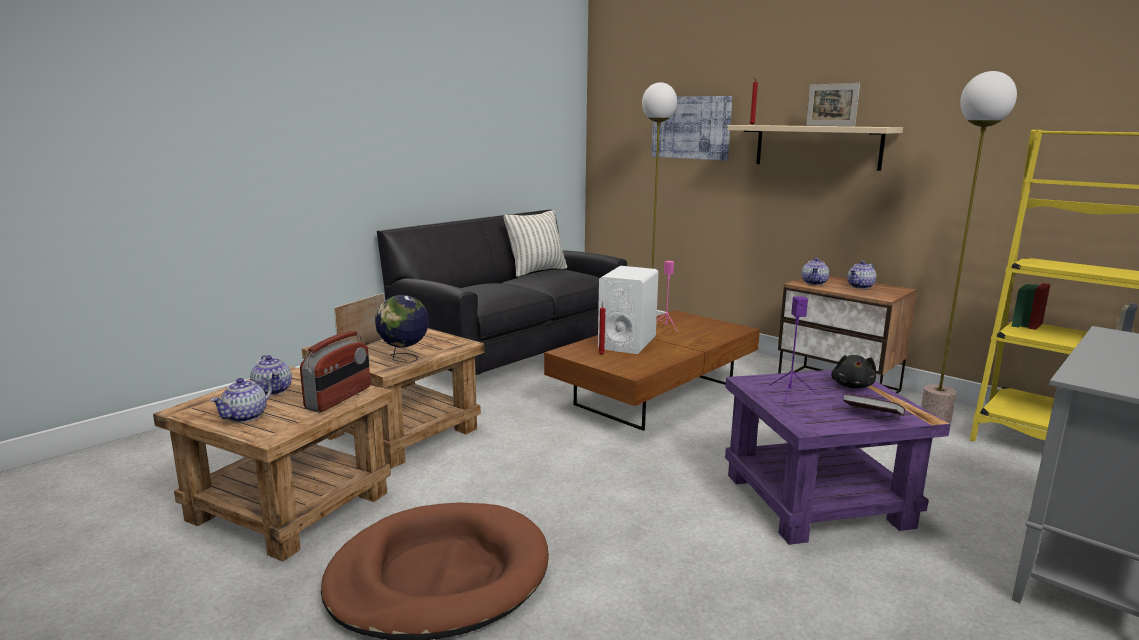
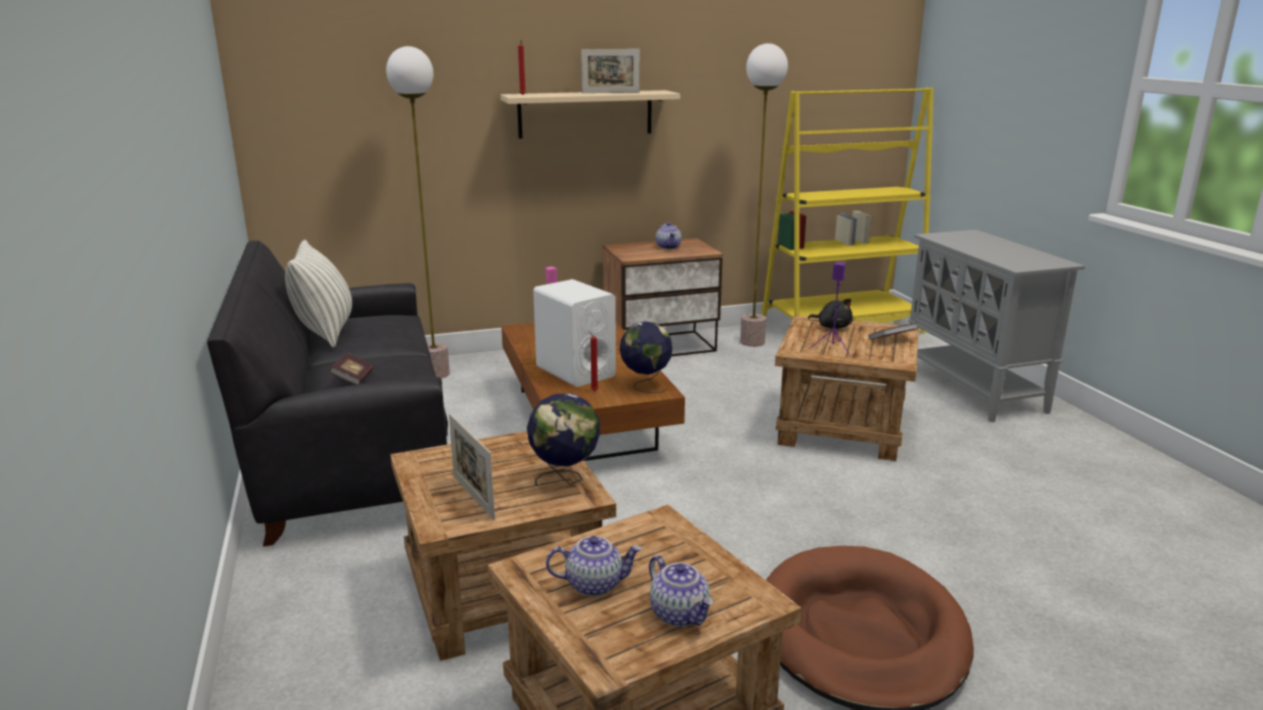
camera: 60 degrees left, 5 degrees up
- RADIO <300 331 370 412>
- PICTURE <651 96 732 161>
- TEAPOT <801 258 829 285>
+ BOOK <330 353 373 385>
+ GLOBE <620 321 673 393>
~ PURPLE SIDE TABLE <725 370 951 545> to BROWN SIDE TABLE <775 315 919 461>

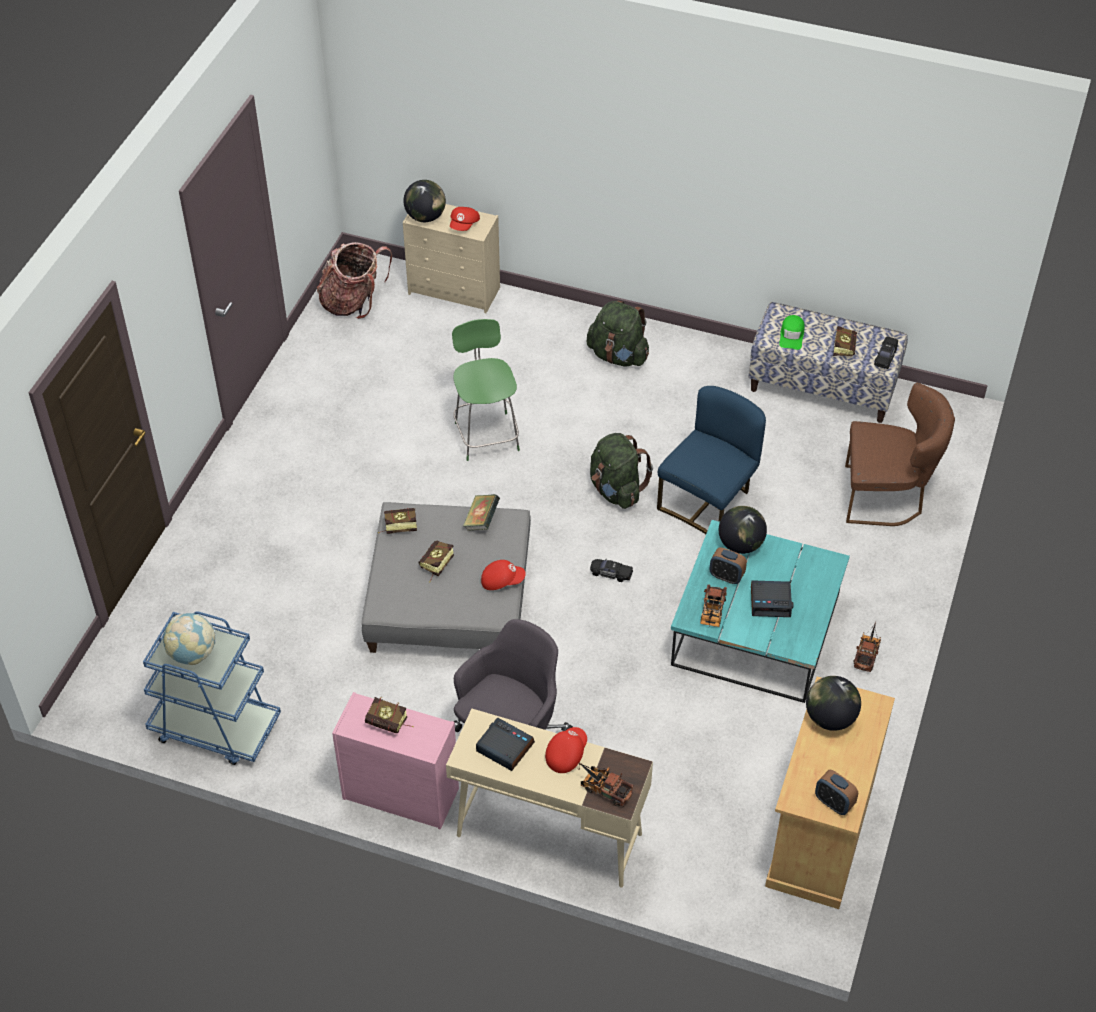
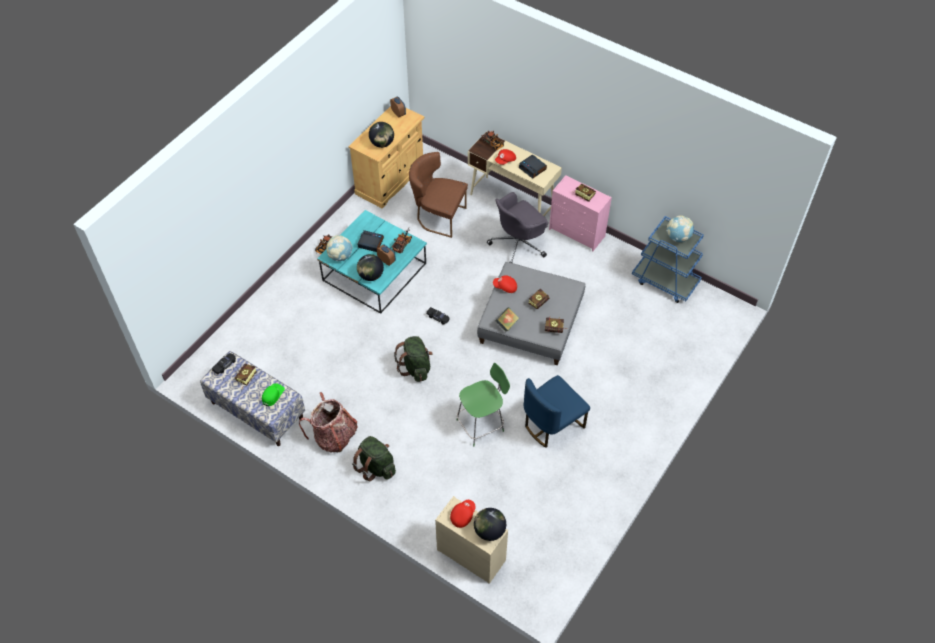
camera: 165 degrees left, 5 degrees up
+ GLOBE <326 235 352 261>
~ BACKPACK <317 242 392 319> to <299 392 357 452>
~ BLUE CHAIR <657 386 766 534> to <524 375 590 448>
~ BROWN CHAIR <845 383 955 526> to <409 152 468 238>
~ GREEN CHAIR <452 319 520 461> = <457 363 510 446> 120 degrees counterclockwise

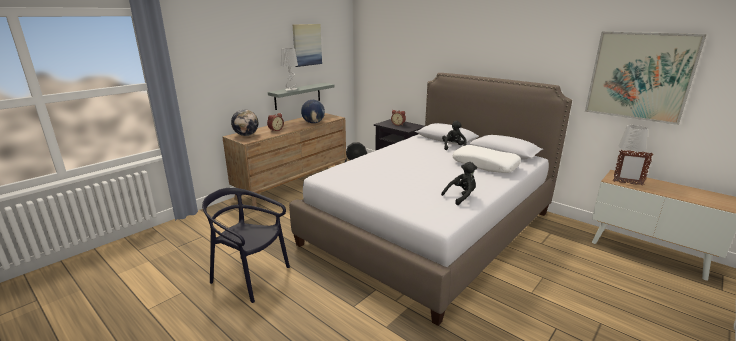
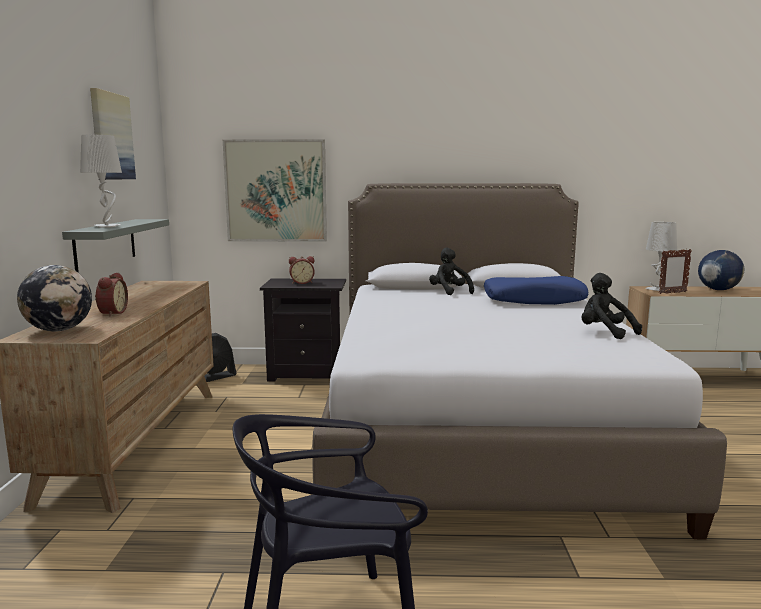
camera: 40 degrees left, 10 degrees down
~ GLOBE <301 100 325 123> to <698 250 744 290>
~ PICTURE <585 31 707 125> to <223 140 327 241>
~ WHITE PILLOW <453 145 521 173> to BLUE PILLOW <484 276 588 305>
~ BLACK PLUSH TOY <441 162 477 205> = <581 273 642 339> 60 degrees counterclockwise

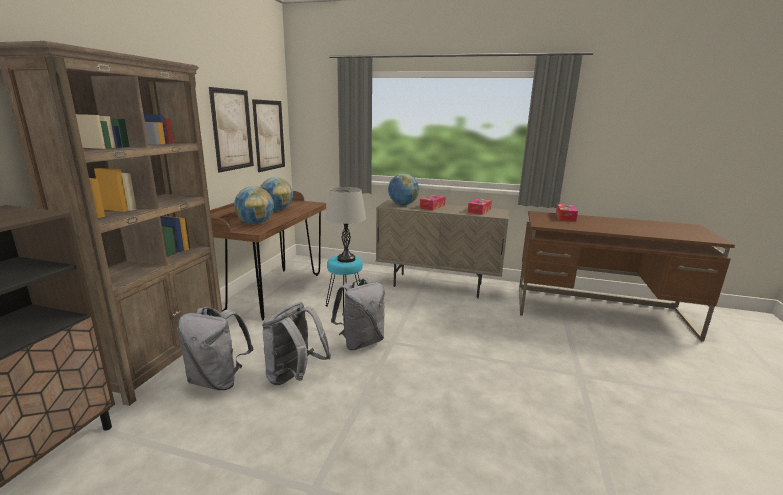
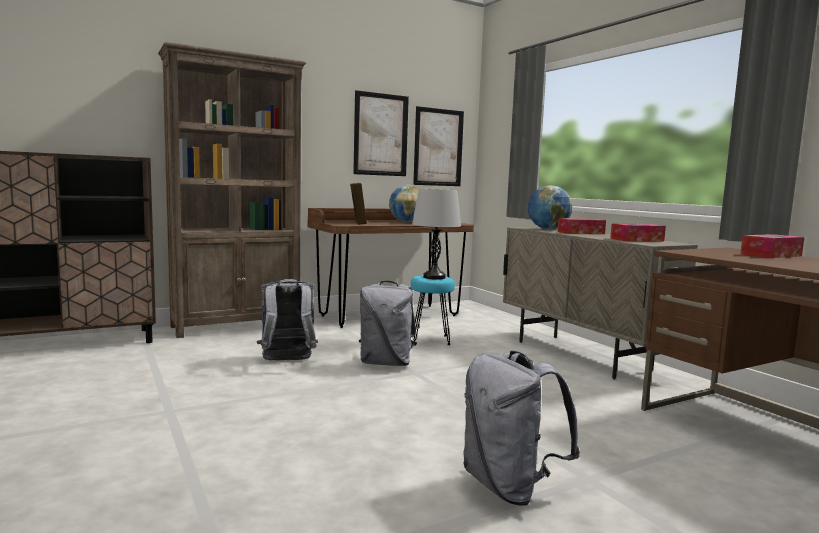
camera: 45 degrees right, 10 degrees down
~ GREY BACKPACK <177 307 254 390> to <463 351 580 506>
~ GLOBE <234 186 274 224> to PICTURE FRAME <350 183 367 225>

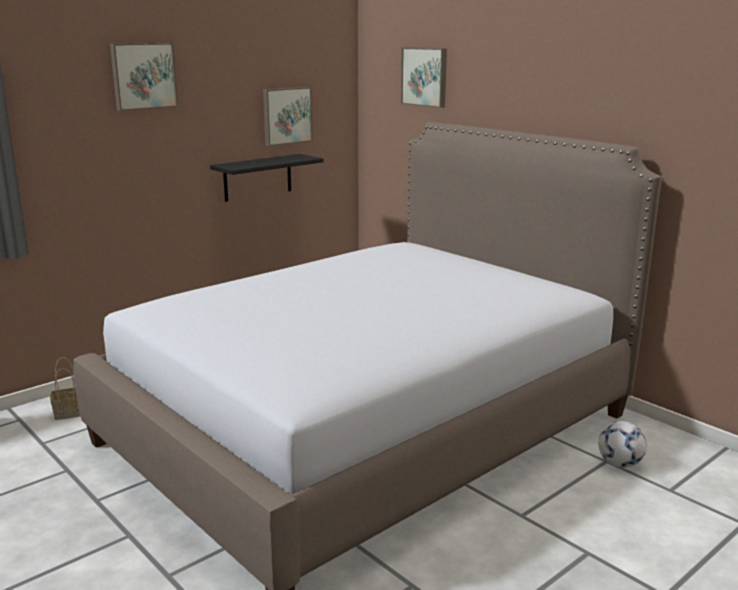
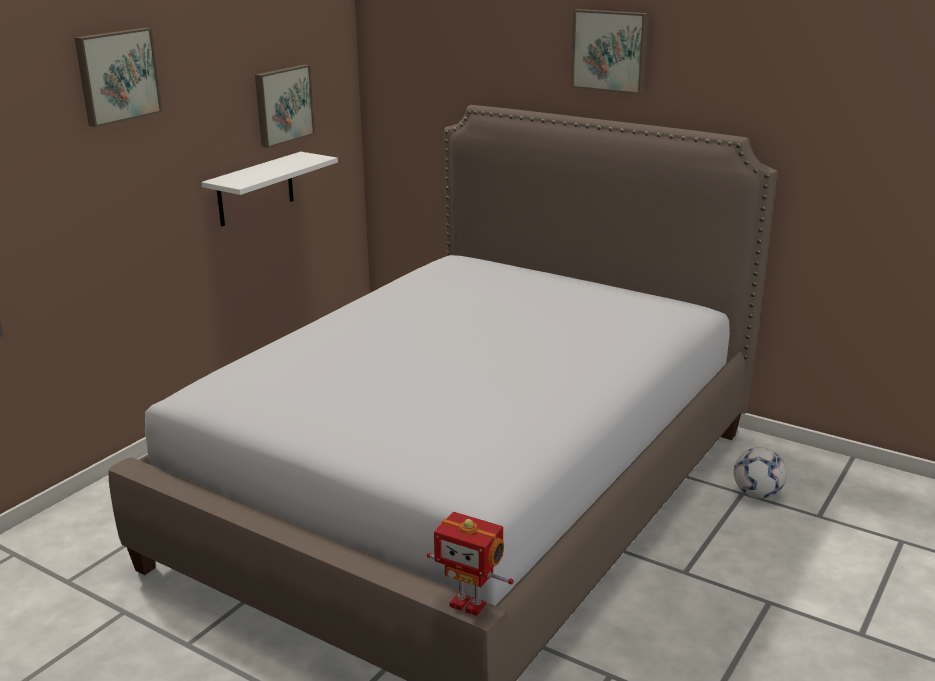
camera: 15 degrees left, 5 degrees up
- BASKET <50 357 80 420>
+ TOY ROBOT <427 512 514 616>
~ PICTURE <401 47 447 108> to <571 9 648 94>
~ BLACK SHELF <210 154 324 202> to WHITE SHELF <201 152 338 226>

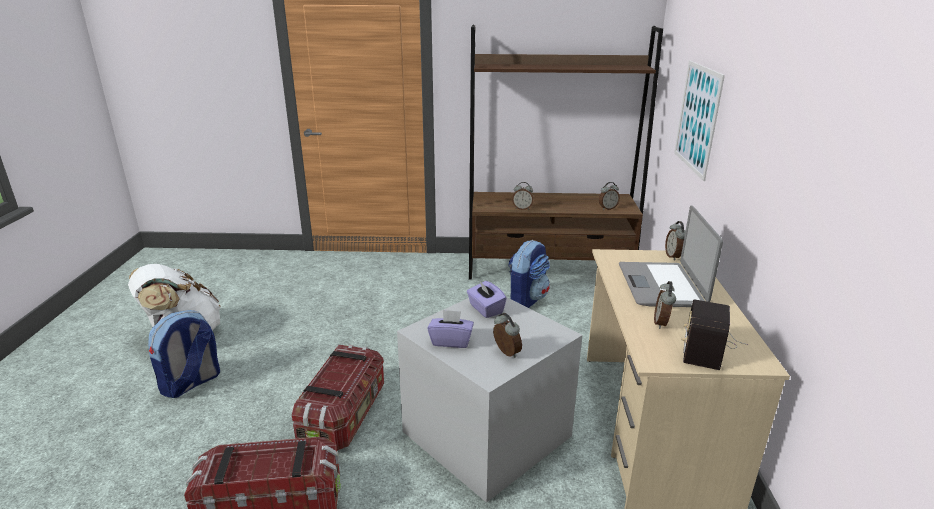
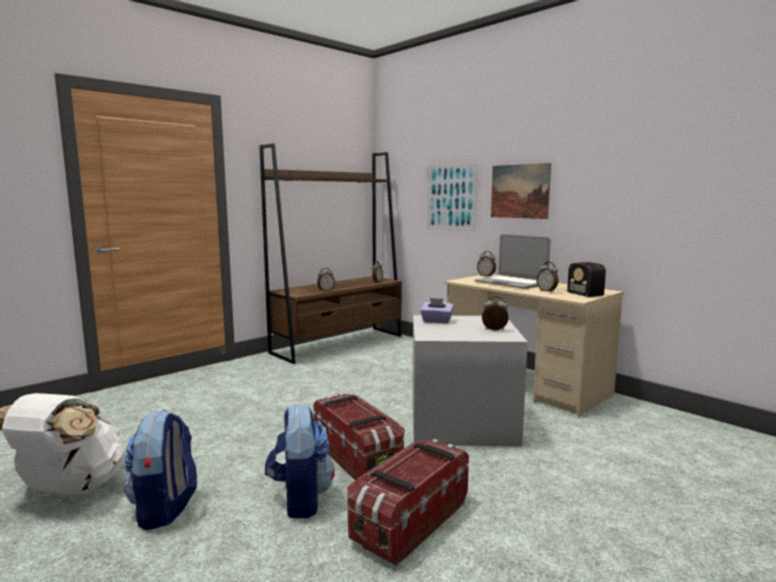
camera: 45 degrees left, 15 degrees down
- PURPLE TISSUE BOX <427 310 474 348>
+ PICTURE <491 163 551 219>
~ BACKPACK <508 240 550 308> to <265 404 335 518>

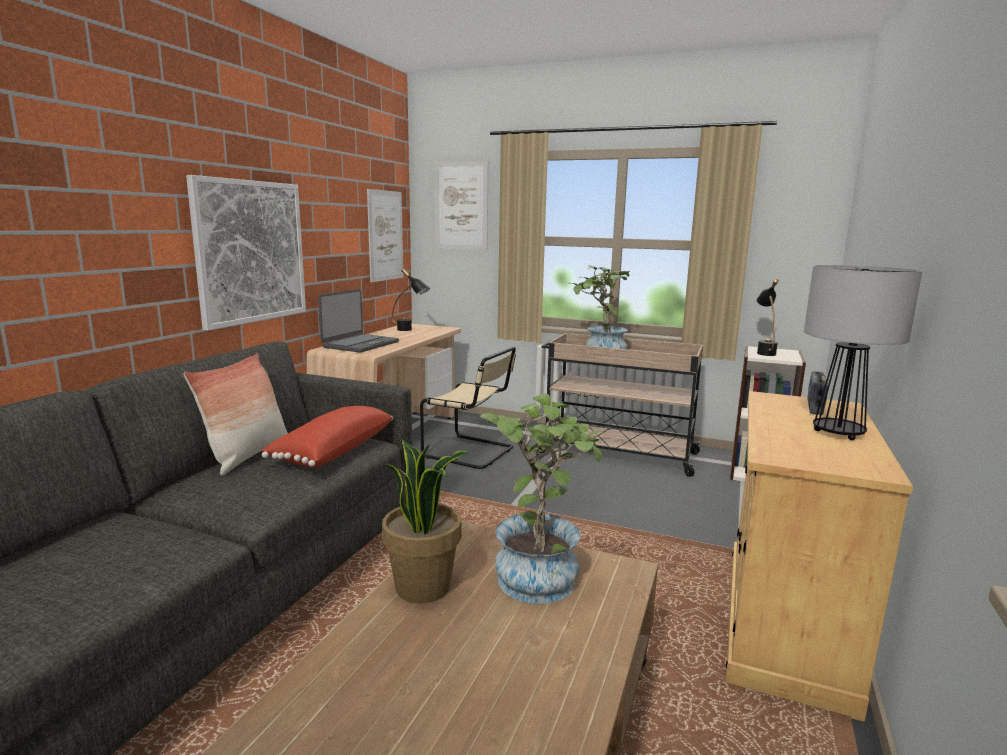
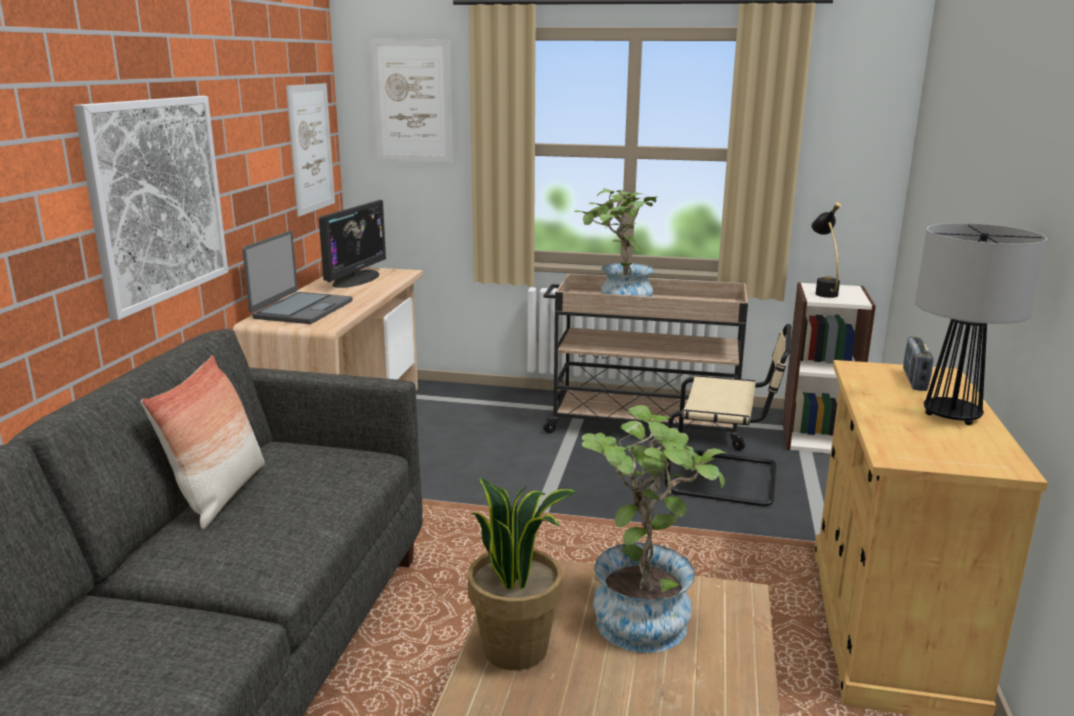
camera: 10 degrees left, 5 degrees up
- RED PILLOW <261 406 393 468>
~ BEIGE CHAIR <420 347 516 469> to <665 324 792 506>
~ BLACK TABLE LAMP <392 268 430 331> to MONITOR <319 200 386 288>

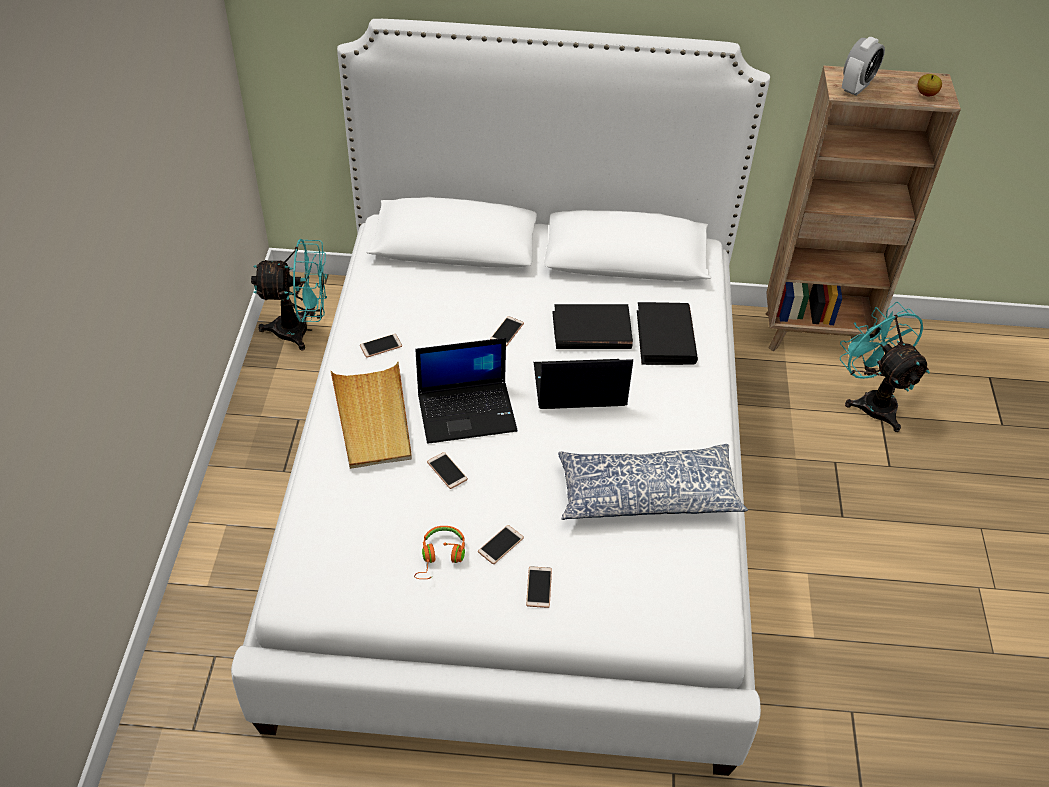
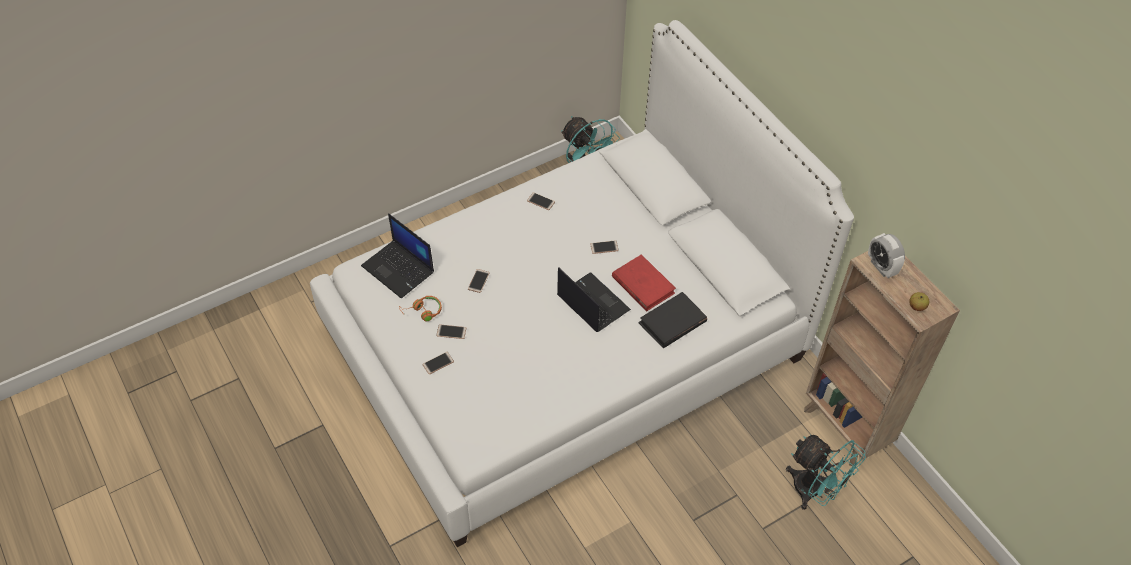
camera: 55 degrees right, 5 degrees up
- BEIGE TRAY <331 362 412 469>
- PILLOW <558 444 748 520>
~ LAPTOP <415 338 517 444> to <361 213 434 298>
~ BLACK BOOK <552 304 633 349> to RED BOOK <612 254 676 311>
~ TURQUOISE FAN <840 302 930 432> = <786 435 866 510> 105 degrees clockwise
~ ALARM CLOCK <842 37 885 96> = <868 233 905 278> 60 degrees clockwise

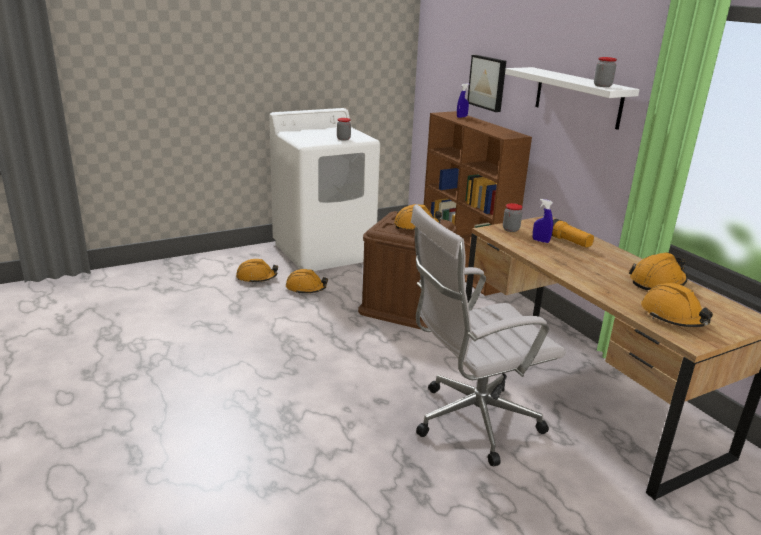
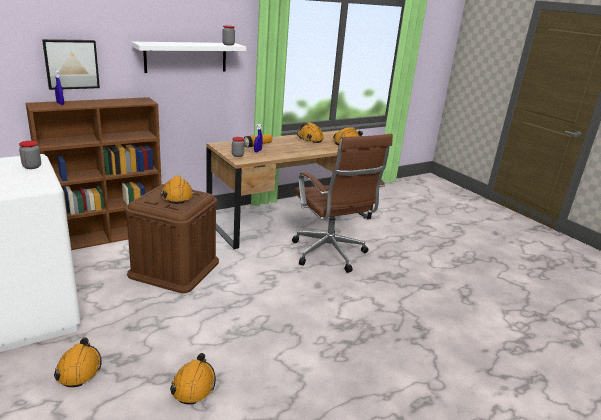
camera: 95 degrees left, 0 degrees up
~ ORANGE HARD HAT <286 269 328 294> to <170 353 216 405>
~ WHITE OFFICE CHAIR <411 204 566 467> to BROWN OFFICE CHAIR <292 134 393 273>

